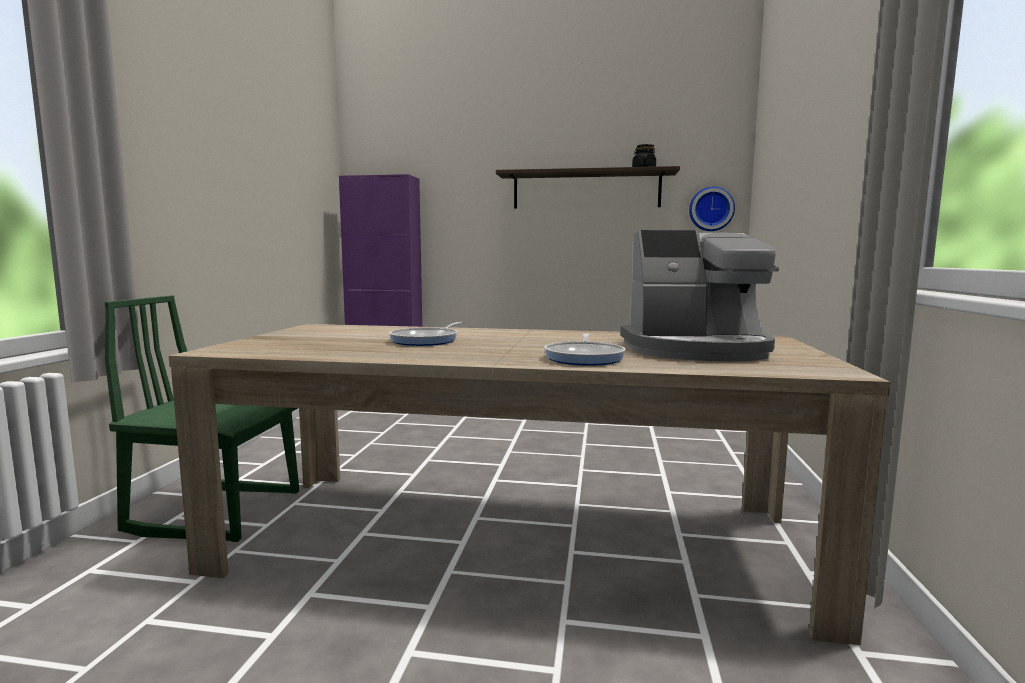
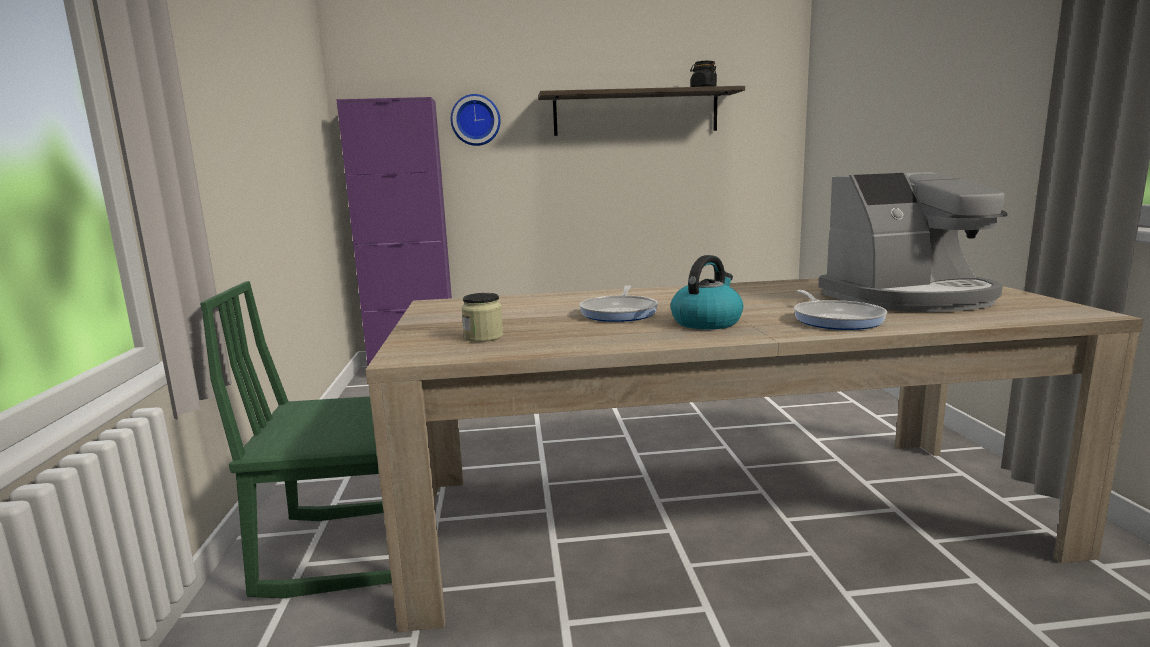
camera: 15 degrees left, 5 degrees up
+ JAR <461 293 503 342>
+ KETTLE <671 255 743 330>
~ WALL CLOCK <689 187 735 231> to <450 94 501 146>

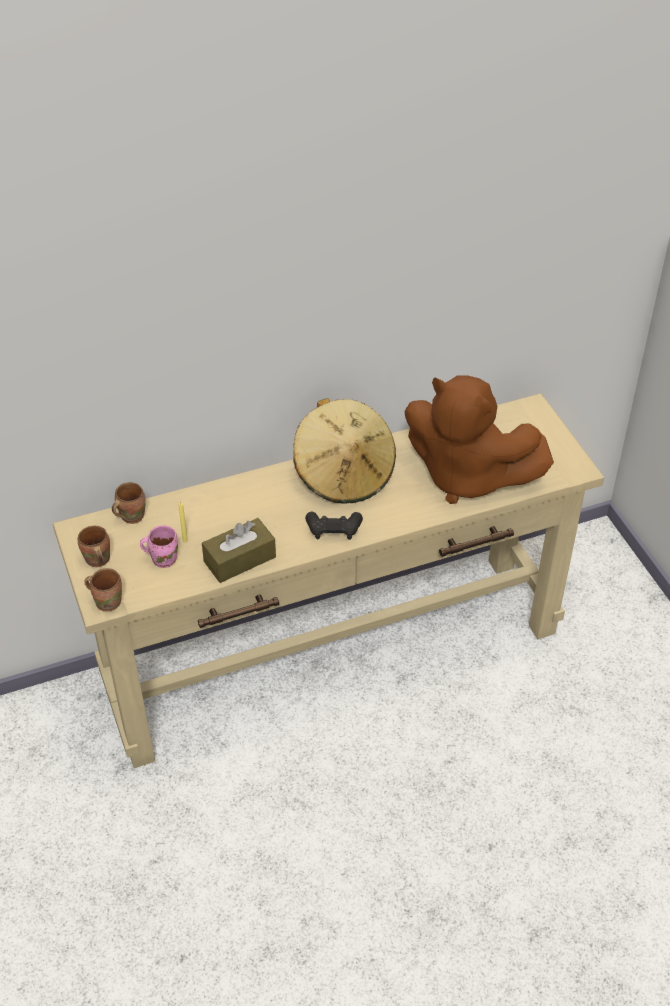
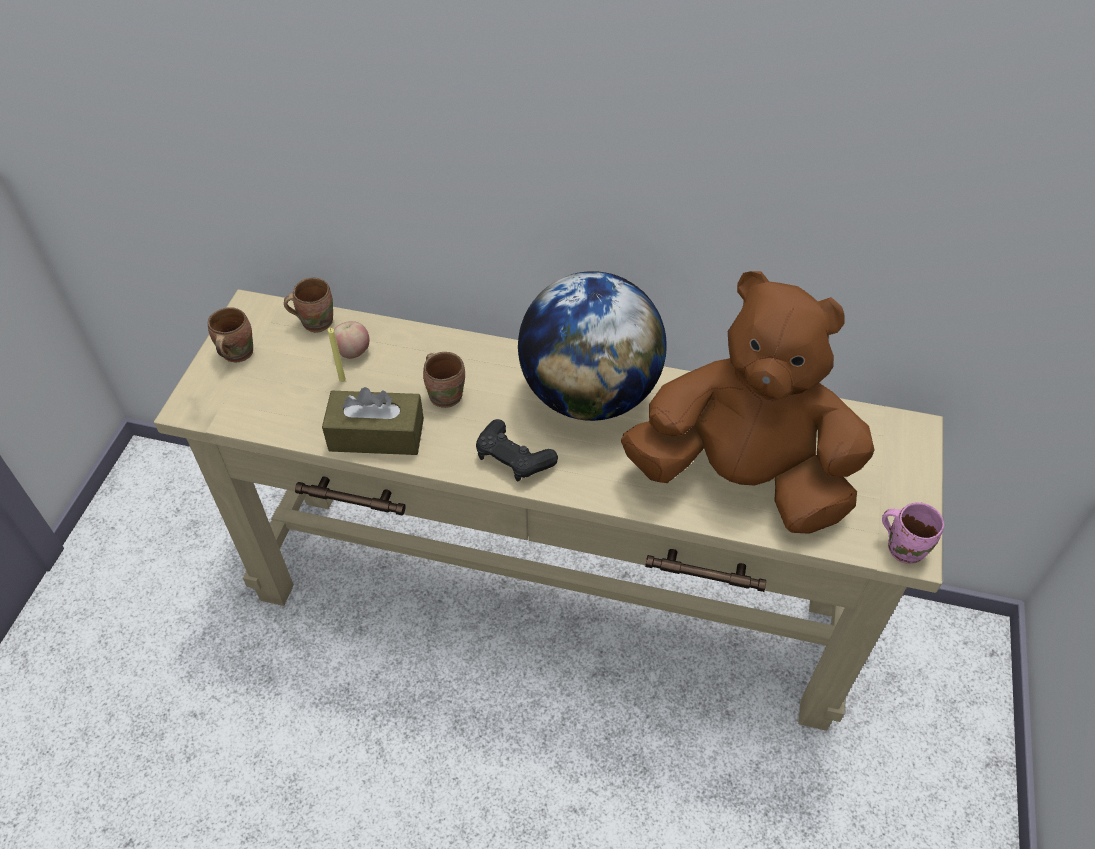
camera: 35 degrees right, 5 degrees up
+ APPLE <334 321 369 359>
~ BROWN MUG <84 568 122 612> to <423 352 465 408>
~ PINK MUG <140 525 178 568> to <882 502 944 564>
~ BEIGE HAT <293 398 396 503> to GLOBE <518 271 666 421>
~ BROWN PLUSH TOY <404 375 554 504> = <621 271 874 534> 135 degrees clockwise

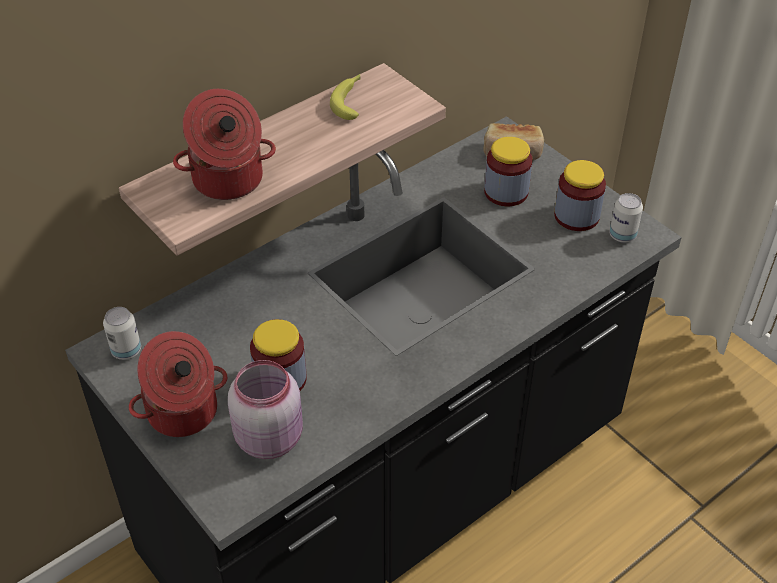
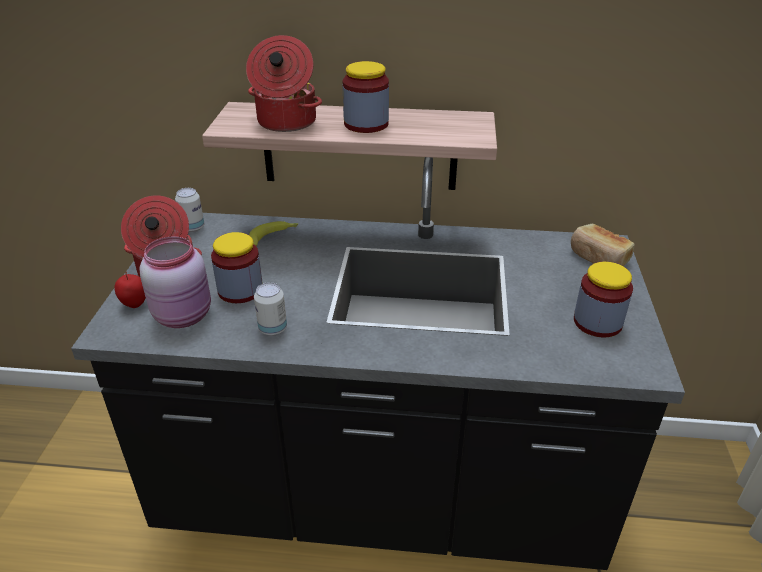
camera: 45 degrees right, 10 degrees down
+ APPLE <114 272 146 308>
~ BANANA <330 74 361 120> to <249 221 298 246>
~ JAR <484 137 533 206> to <343 61 389 133>
~ CAN <609 193 643 243> to <254 282 287 336>

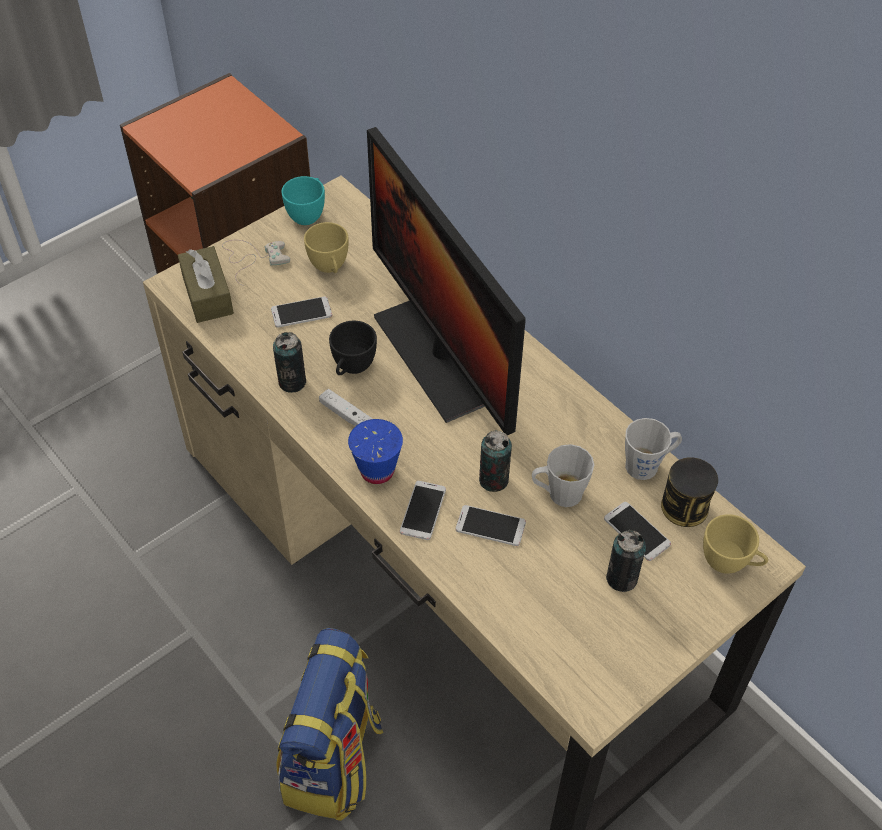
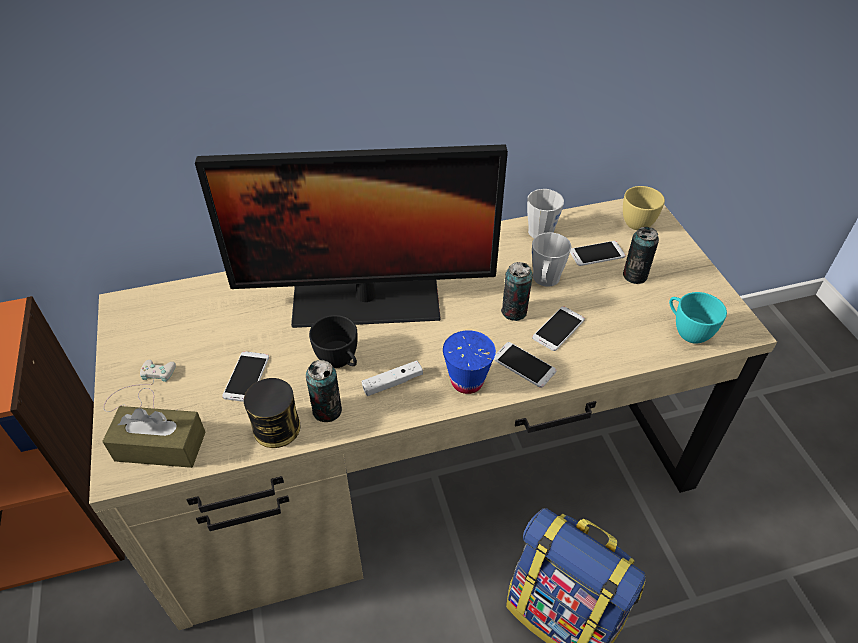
camera: 65 degrees left, 5 degrees down
- YELLOW CUP <304 222 349 273>
~ TURQUOISE CUP <281 176 325 225> to <669 292 727 343>
~ CAN <661 457 718 527> to <244 378 301 448>

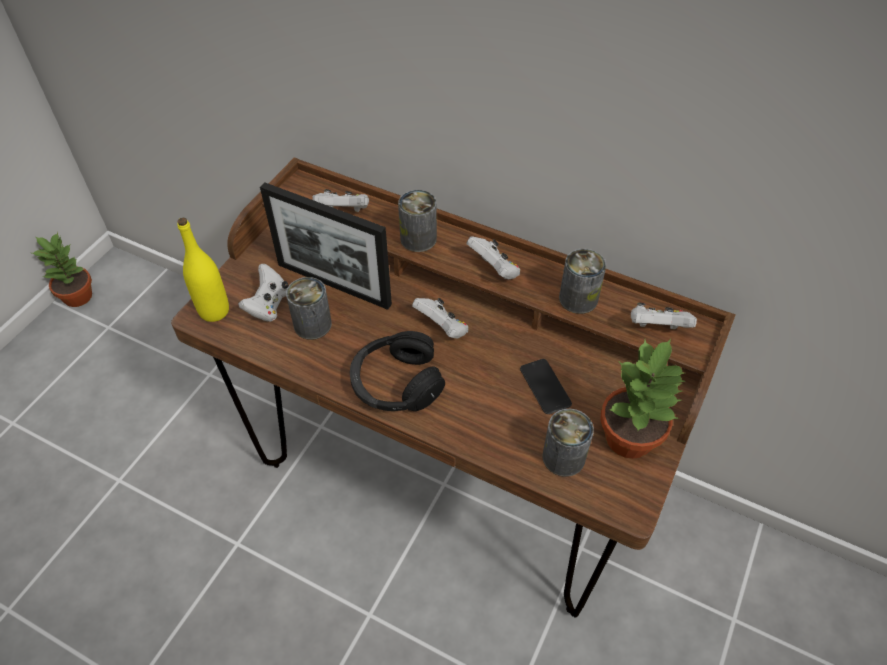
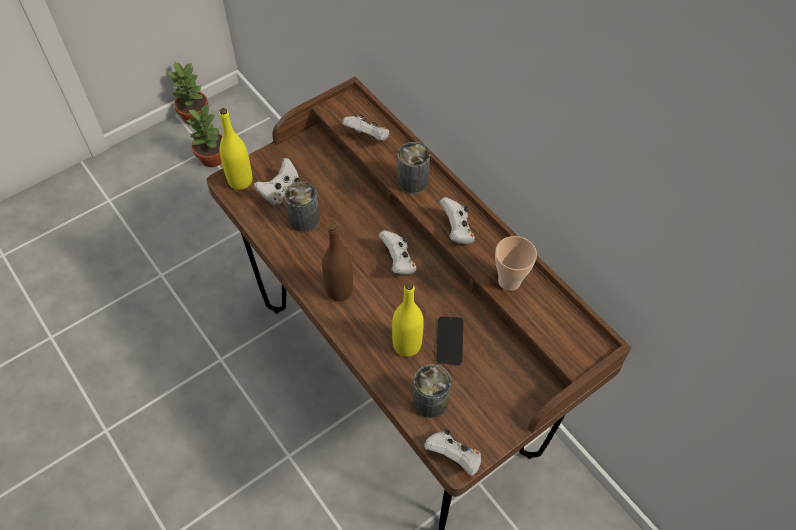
camera: 25 degrees right, 5 degrees up
- PICTURE FRAME <260 182 392 310>
+ YELLOW BOTTLE <392 282 424 357>
~ POTTED PLANT <600 339 685 459> to <187 104 223 167>
~ WHITE GAME CONTROLLER <631 302 697 330> to <424 429 481 476>
~ BLACK HEADPHONES <350 331 445 411> to BROWN BOTTLE <322 223 353 301>
~ CAN <559 249 606 314> to CUP <495 236 537 291>

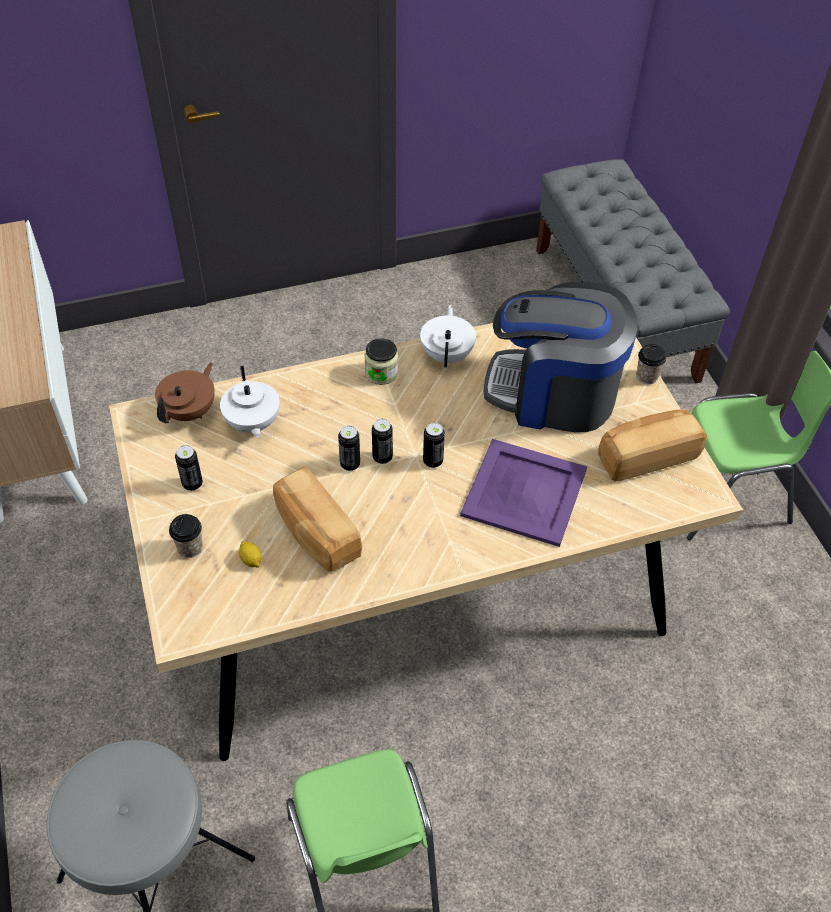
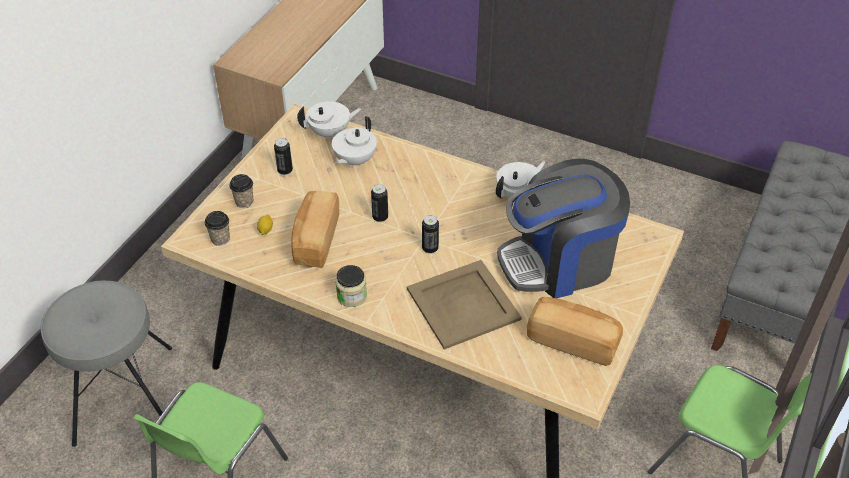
camera: 45 degrees right, 5 degrees down
- CAN <372 419 393 464>
~ JAR <364 338 398 385> to <336 265 367 307>
~ CUP <636 344 667 384> to <205 211 230 246>
~ BROWN TEAPOT <155 363 215 423> to WHITE TEAPOT <297 101 361 140>
~ PURPLE TRAY <460 439 587 547> to BEIGE TRAY <407 260 522 350>
~ COFFEE MACHINE <484 282 637 432> = <497 159 630 298> 75 degrees counterclockwise

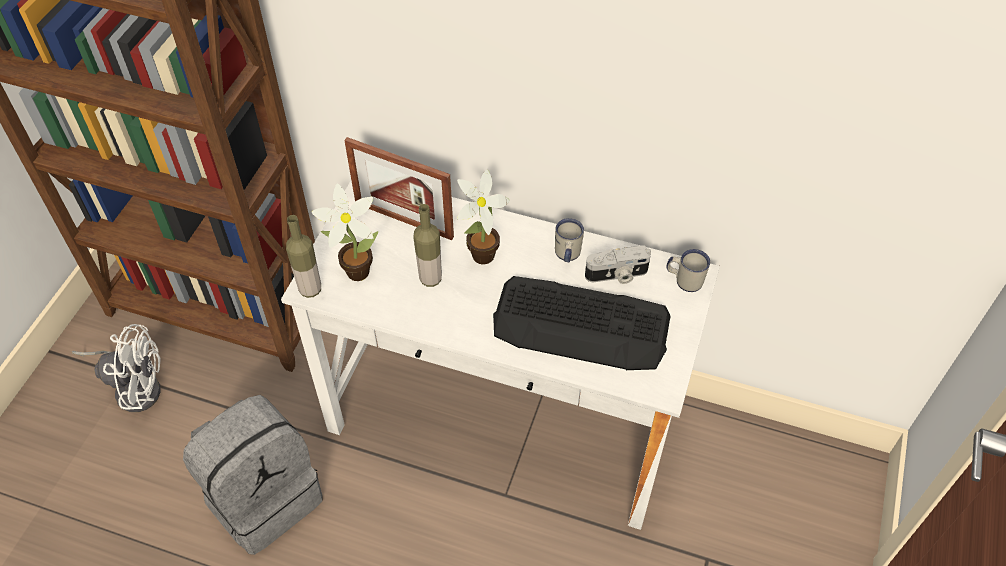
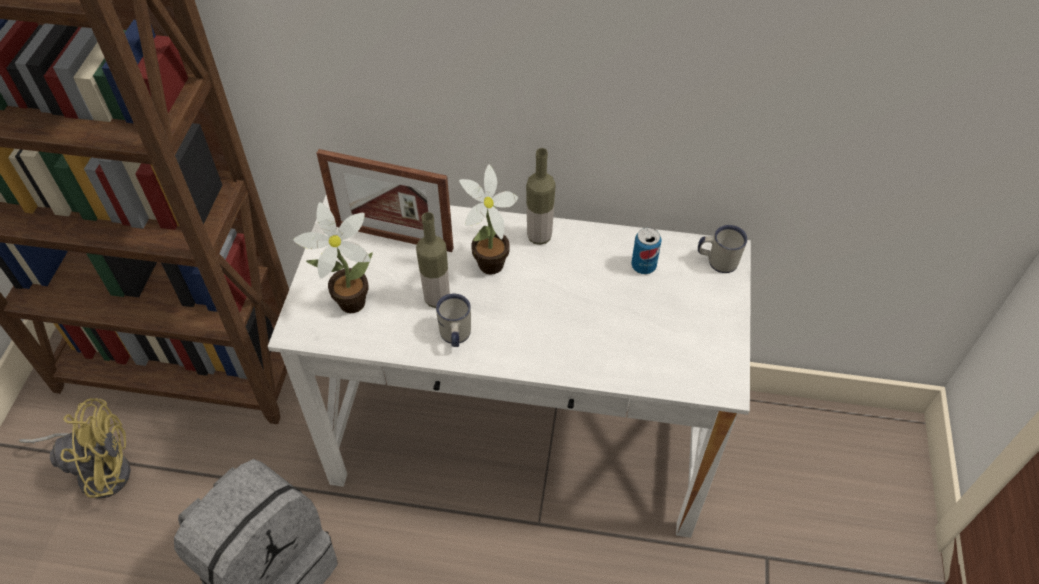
camera: 10 degrees left, 0 degrees up
- KEYBOARD <493 276 671 370>
~ BOTTLE <286 215 321 298> to <526 148 556 245>
~ WHITE MUG <555 218 584 262> to <436 294 471 347>
~ PHOTO CAMERA <585 245 651 284> to CAN <631 227 661 274>
~ WHITE FAN <72 324 161 412> to YELLOW FAN <19 398 131 499>

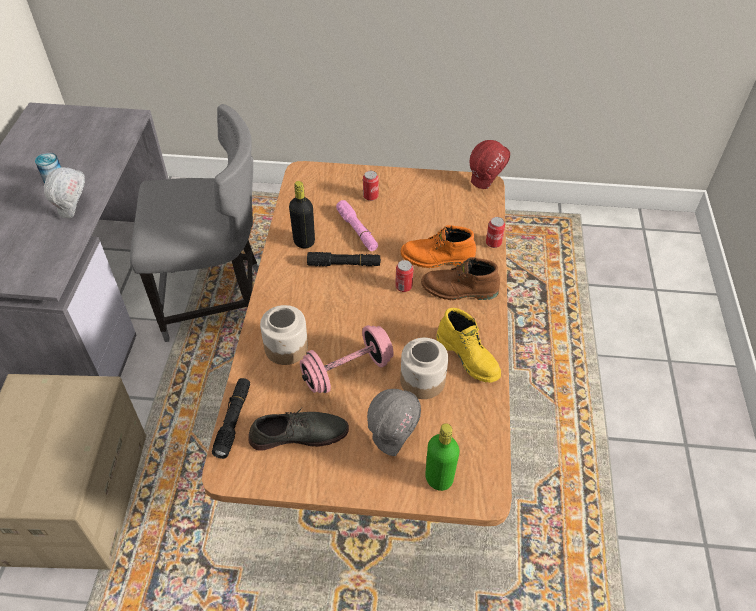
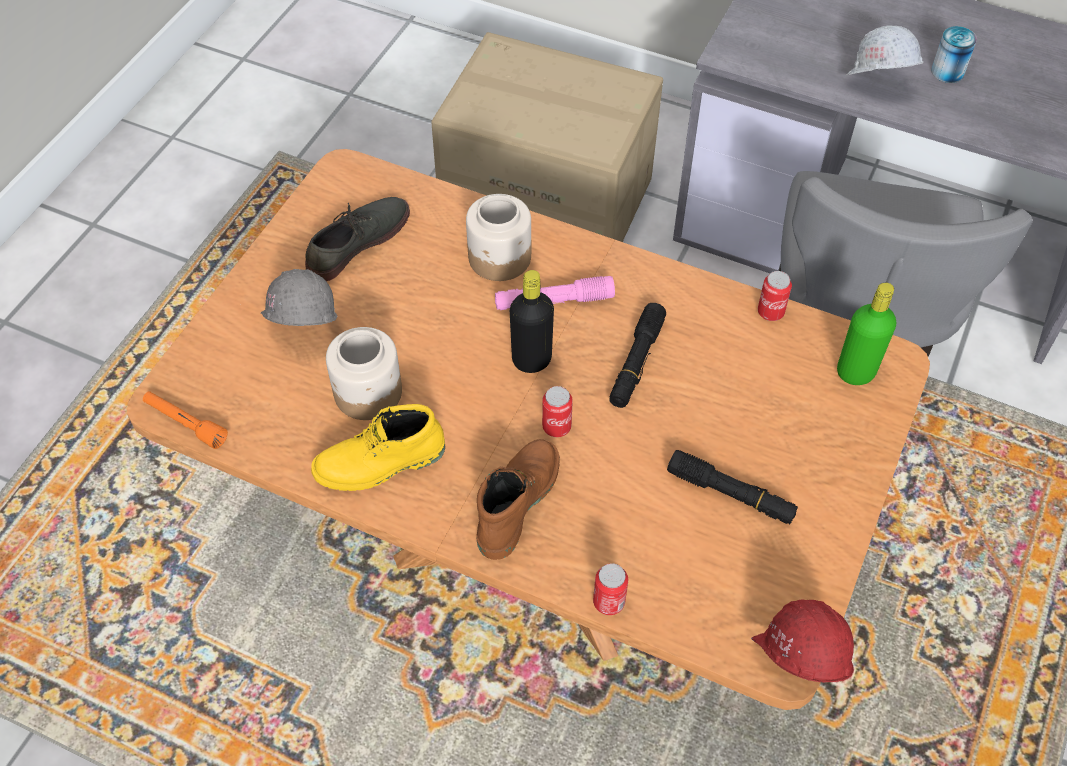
camera: 110 degrees right, 5 degrees up
- PINK DUMBBELL <300 325 394 393>
- ORANGE BOOT <400 225 476 268>
+ ORANGE FLASHLIGHT <143 391 228 449>
~ BLACK FLASHLIGHT <212 378 250 459> to <667 450 798 524>
~ BLACK BOTTLE <289 181 315 248> to <510 270 554 373>
~ PINK FLASHLIGHT <336 200 378 251> to <495 276 615 310>
~ CAN <363 171 379 201> to <758 271 792 321>
~ GREEN BOTTLE <425 423 460 491> to <837 283 896 385>
~ GREY SHOE <248 407 349 451> = <305 197 410 281> 150 degrees counterclockwise

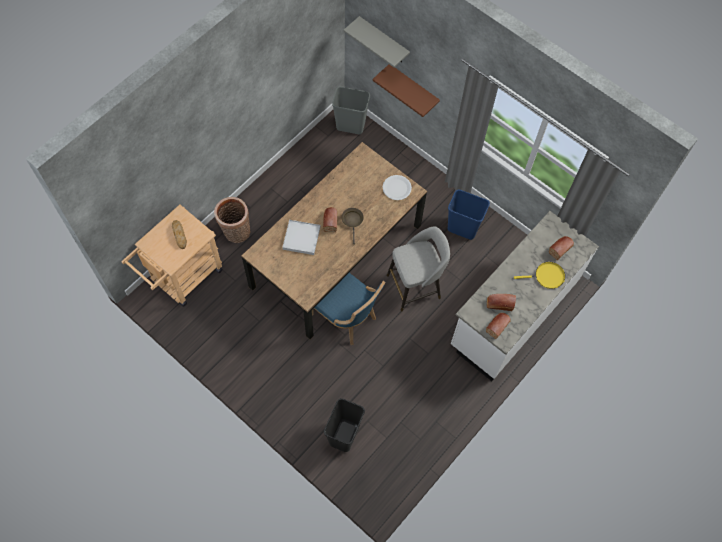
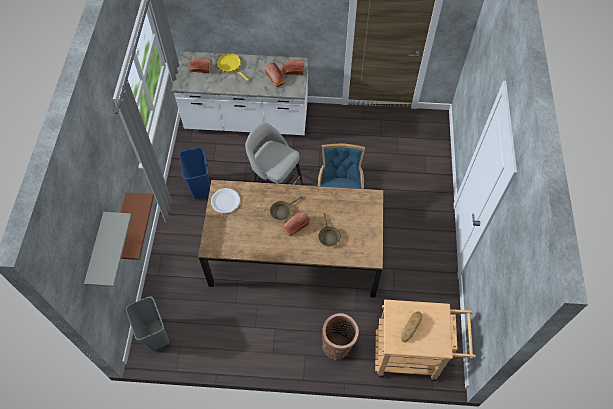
camera: 125 degrees left, 5 degrees down
- BLACK TRASH CAN <324 398 365 452>
~ WHITE TRAY <282 220 320 255> to BROWN FRYING PAN <318 213 341 246>

